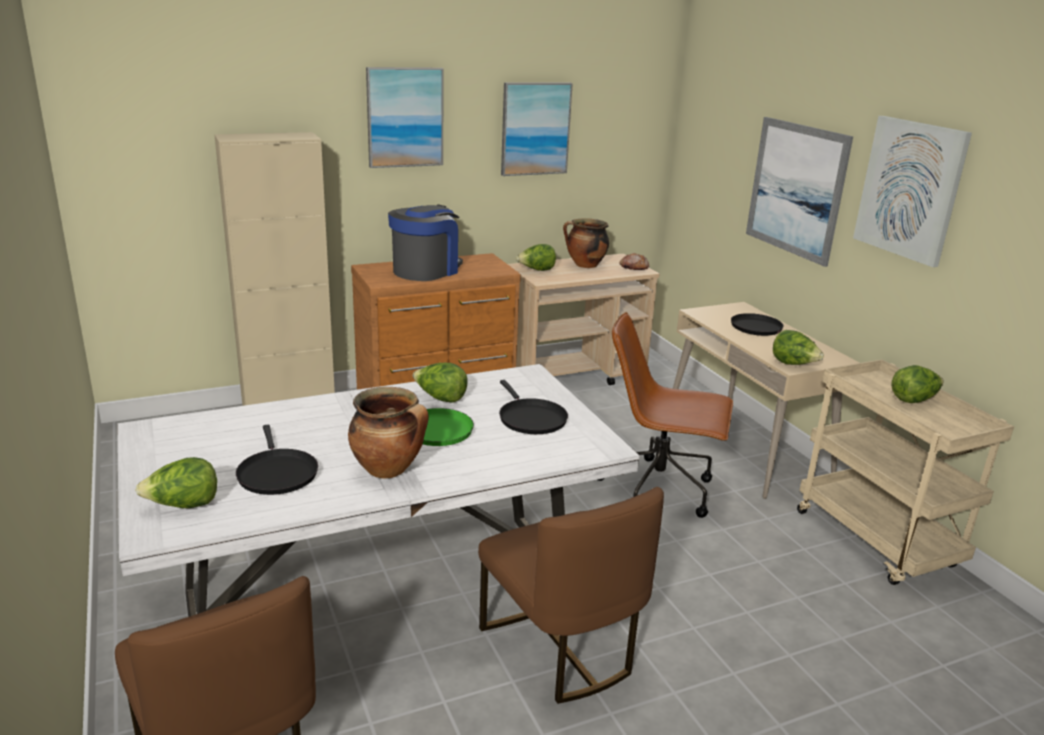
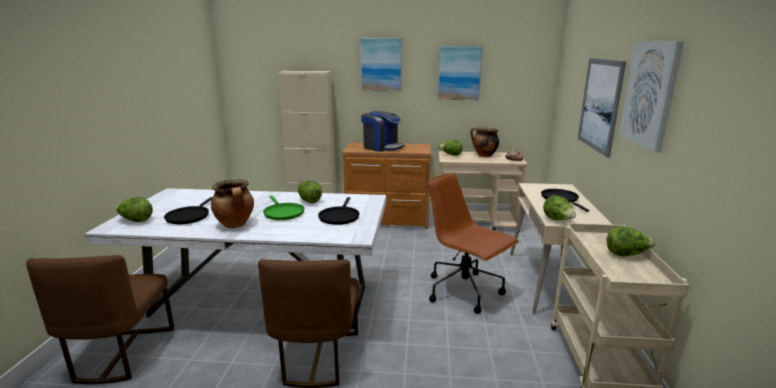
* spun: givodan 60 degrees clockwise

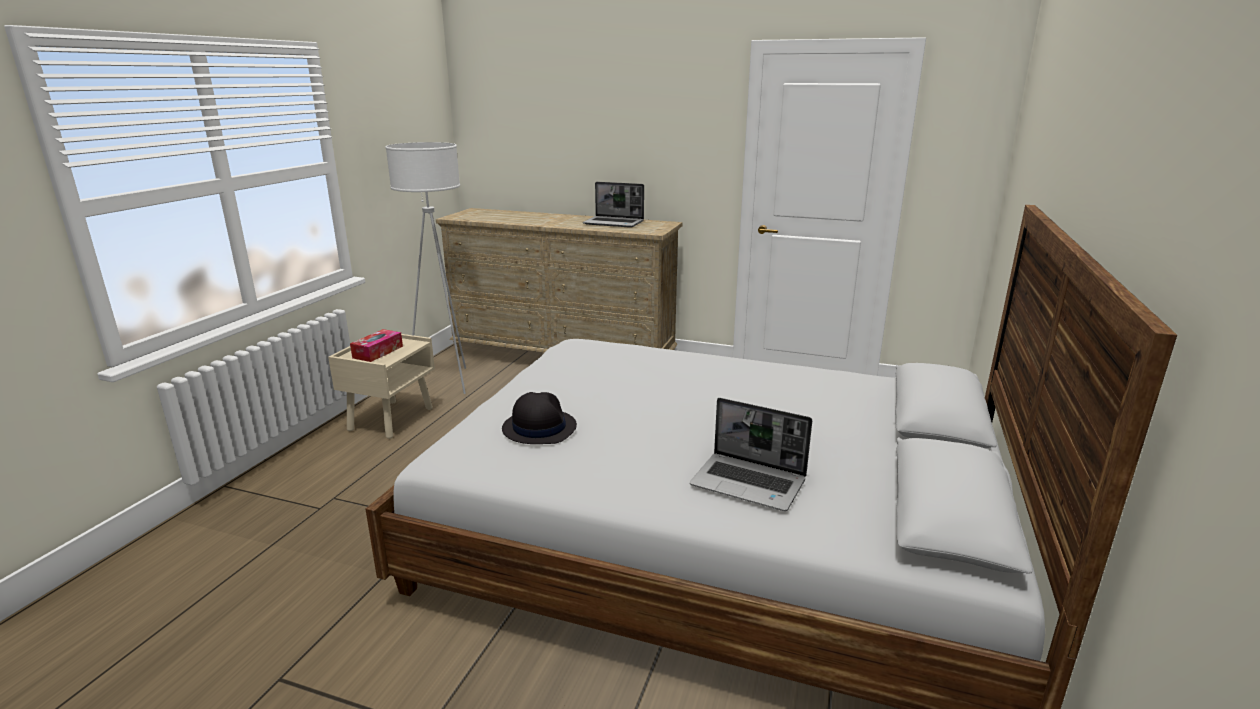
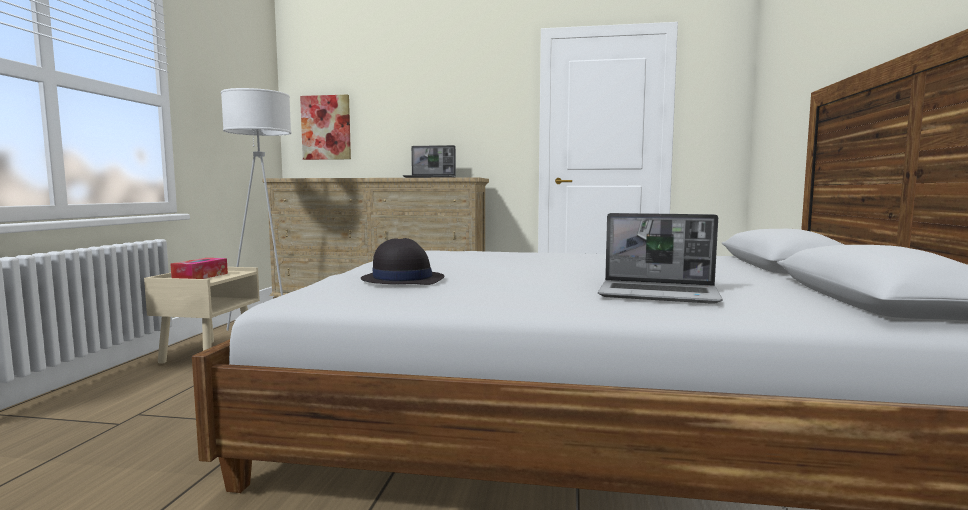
* appeared: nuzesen

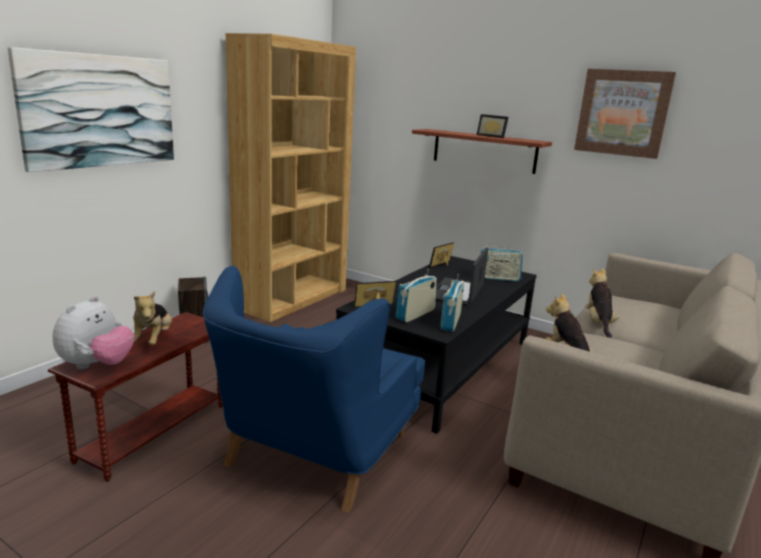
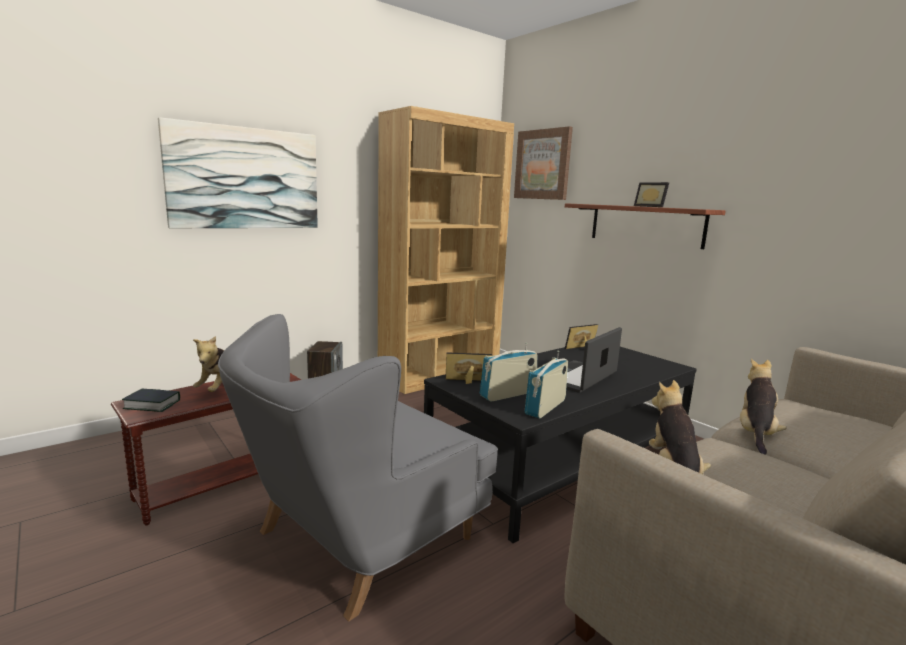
* exchanged: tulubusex (no. 1 from left) to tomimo
* colour: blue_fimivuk to grey_fimivuk
* missing: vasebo (no. 3 from left)
* relocated: nuzesen (no. 2 from left)

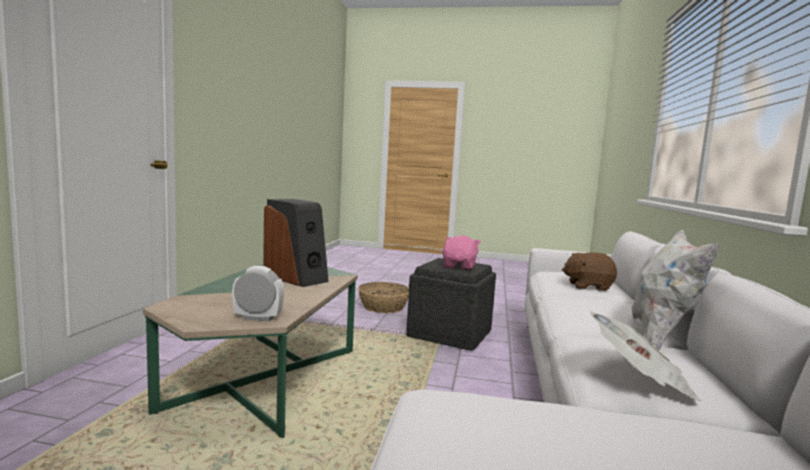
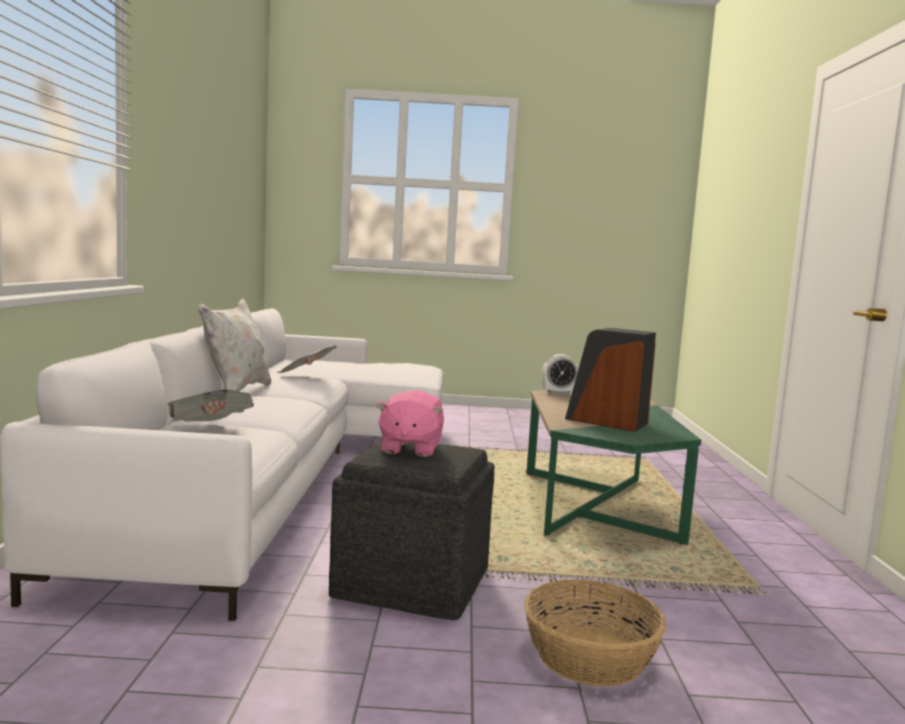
* exchanged: brown_tulubusex to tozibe (no. 1 from left)

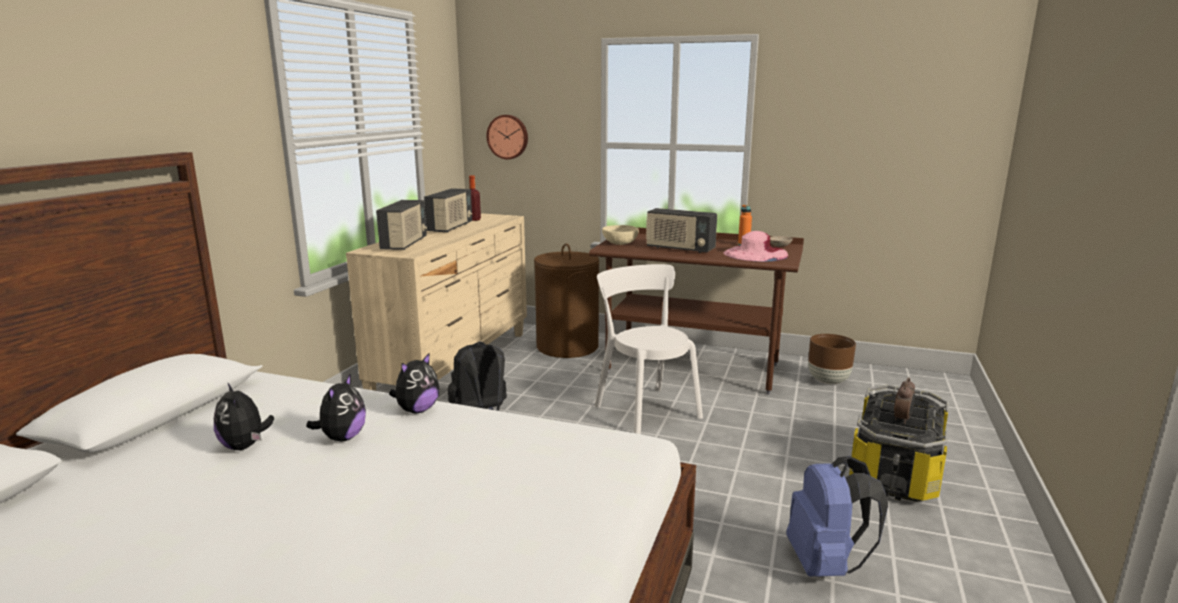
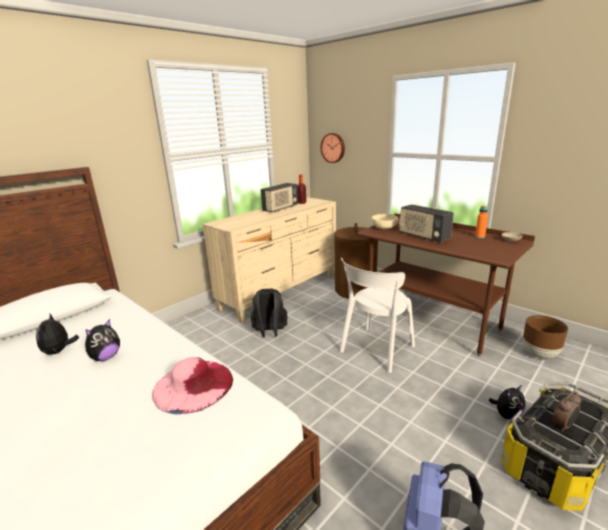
* missing: vasebo (no. 1 from left)
* relocated: tulubusex (no. 3 from left)
* spun: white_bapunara 135 degrees counterclockwise
* relocated: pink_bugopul

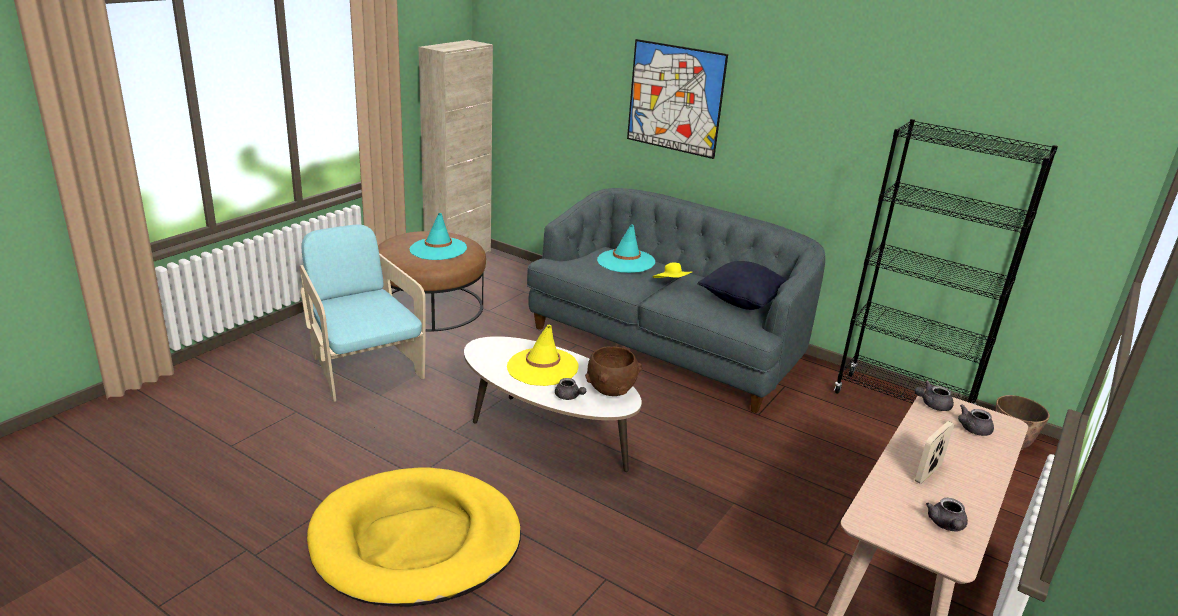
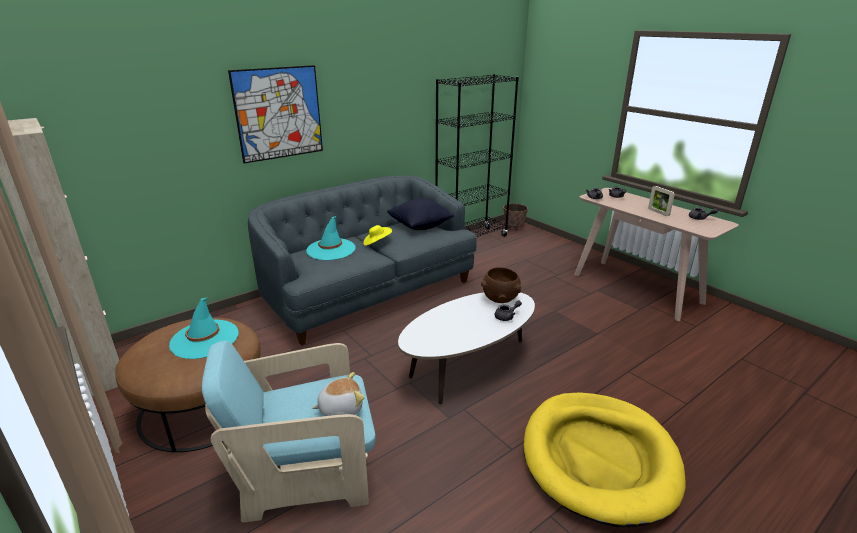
* missing: yellow_bugopul (no. 1 from left)
* appeared: tulubusex

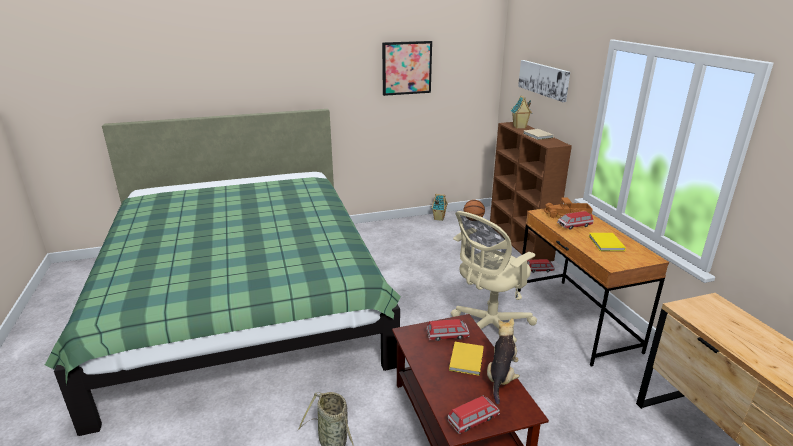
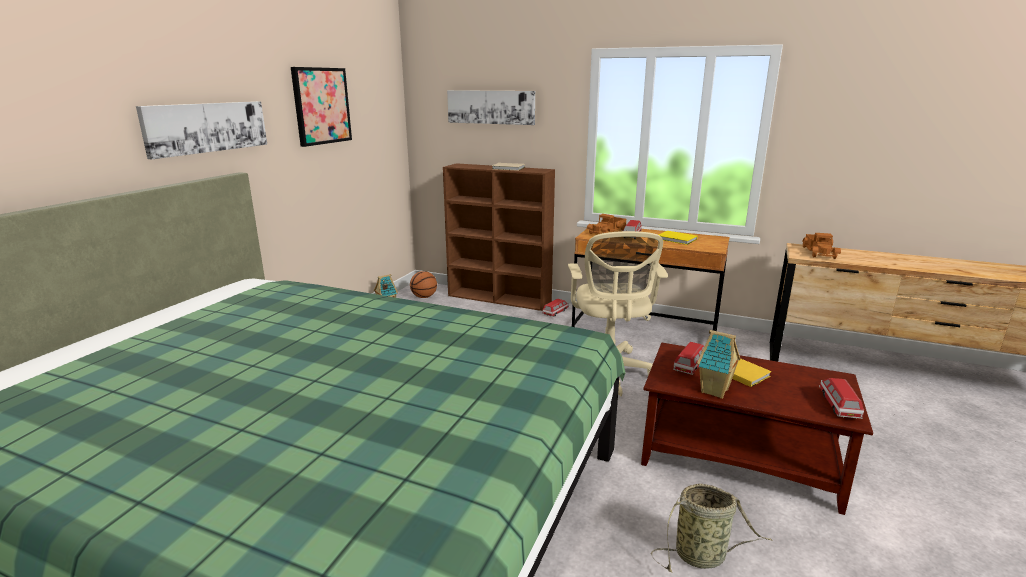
* missing: tulubusex
* relocated: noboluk (no. 2 from left)
* appeared: nuzesen (no. 1 from left)
* appeared: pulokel (no. 2 from left)

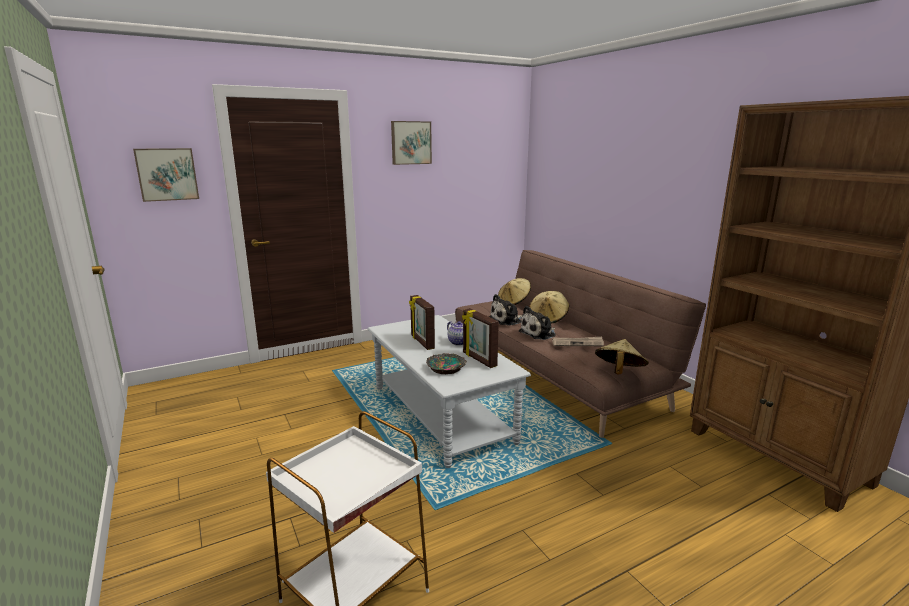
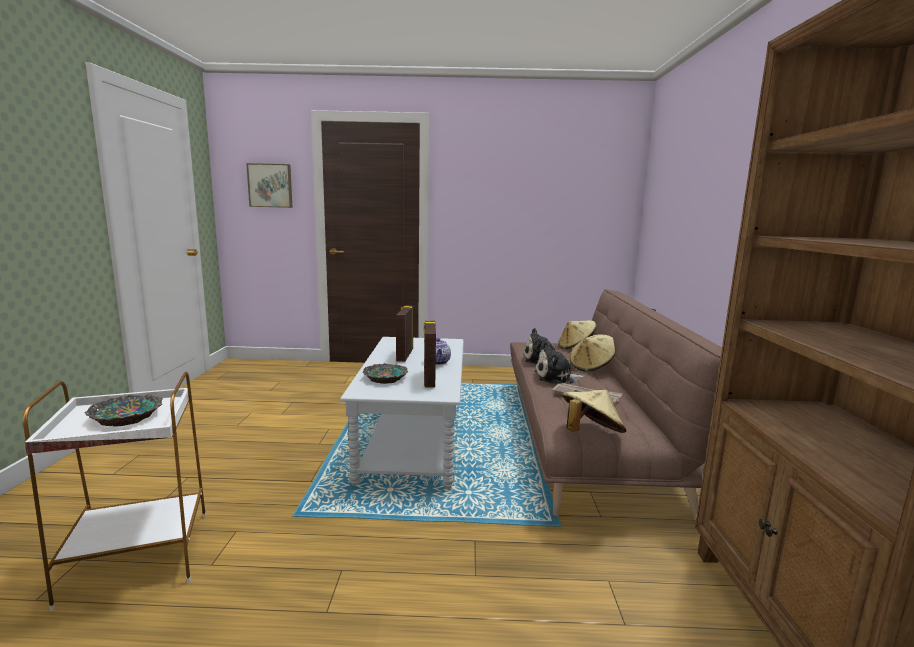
* missing: nuzesen (no. 2 from left)
* appeared: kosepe (no. 1 from left)

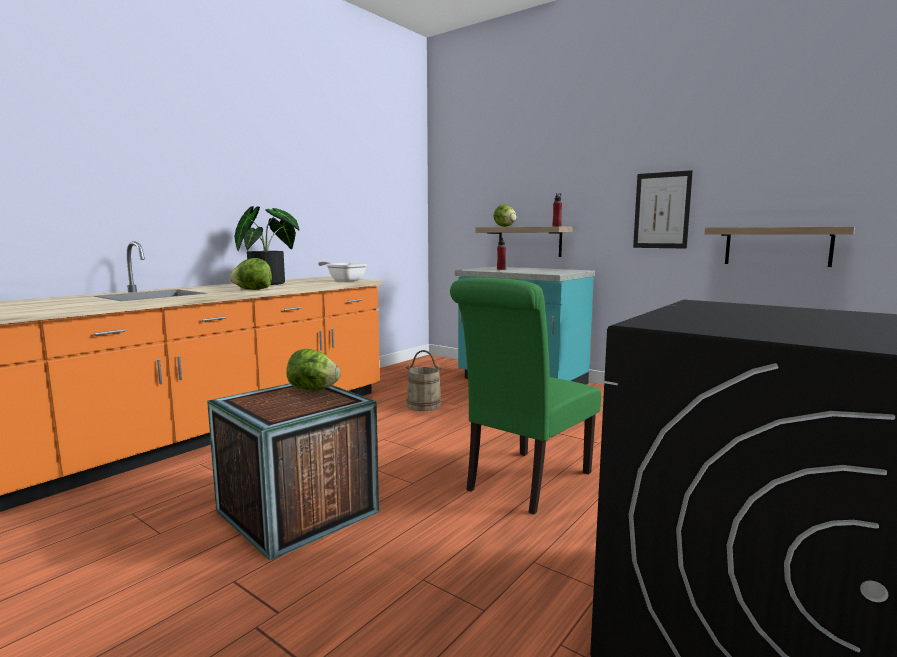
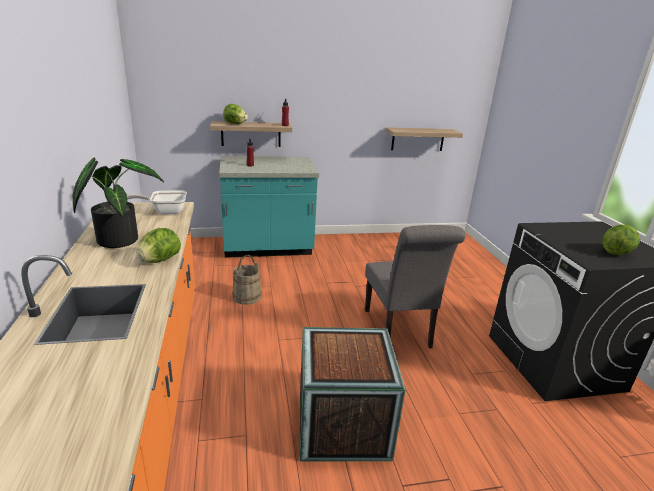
* relocated: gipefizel (no. 2 from left in the first image) to gipefizel (no. 3 from left)
* colour: green_bapunara to grey_bapunara
* missing: nuzesen

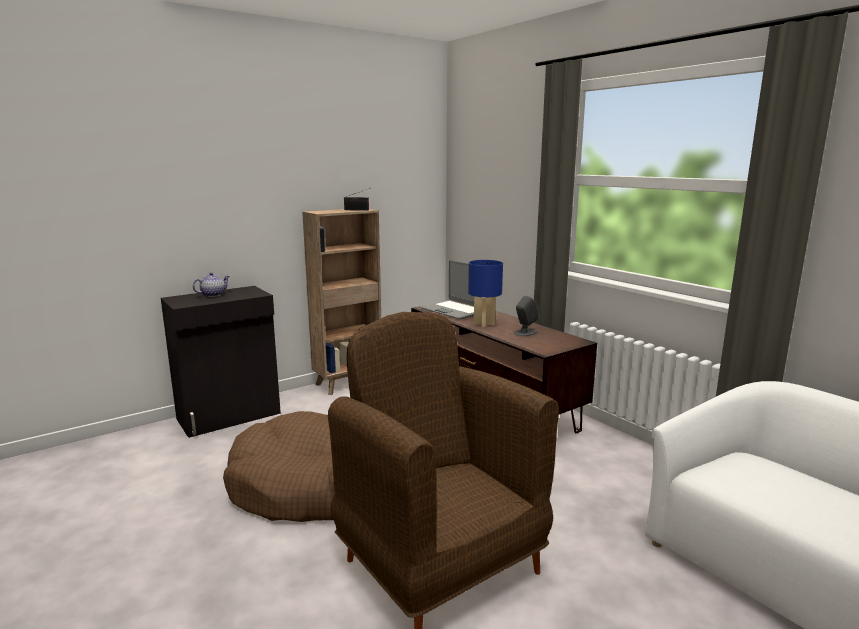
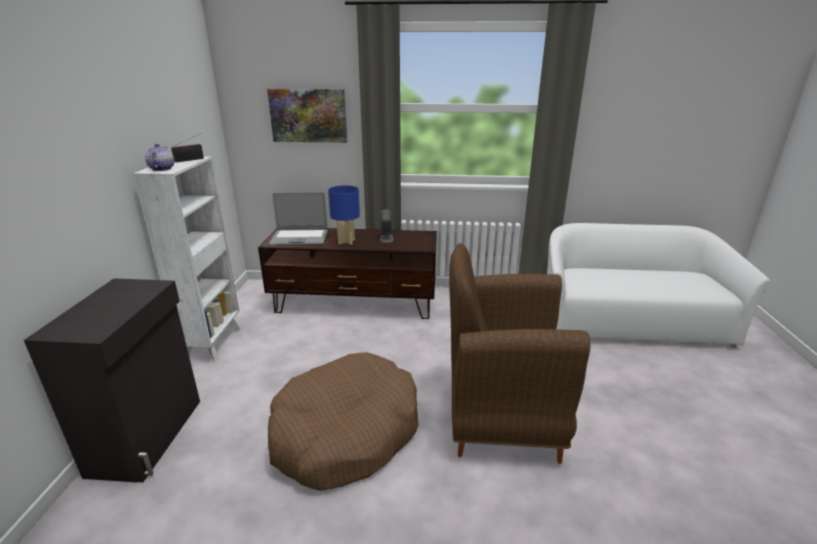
* relocated: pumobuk
* colour: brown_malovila to white_malovila
* appeared: nuzesen

